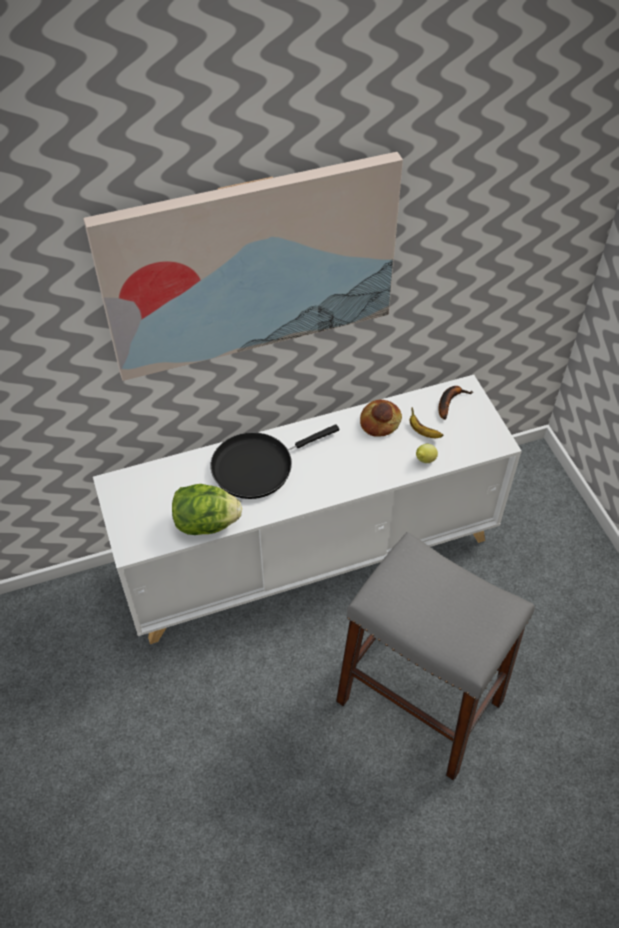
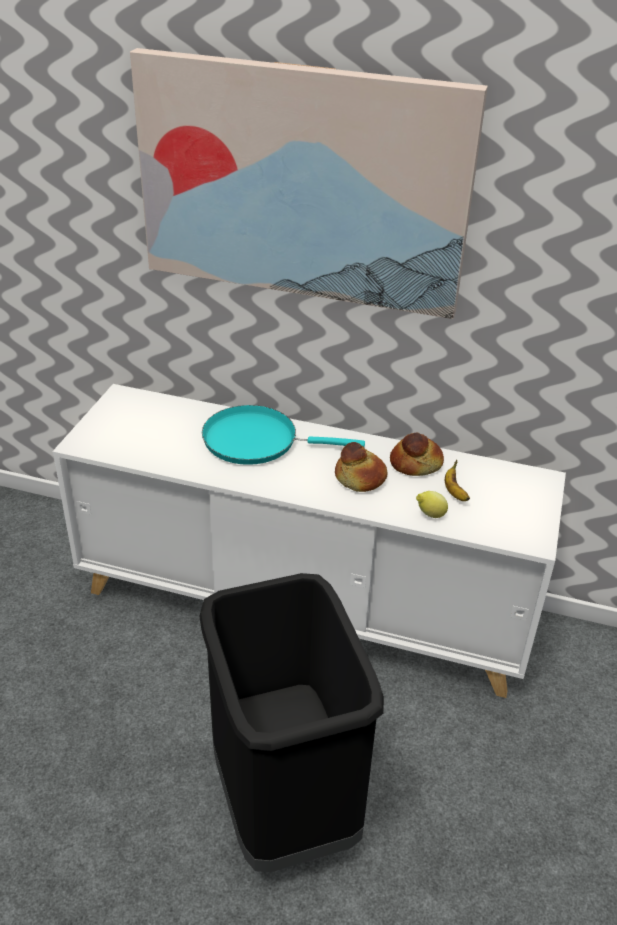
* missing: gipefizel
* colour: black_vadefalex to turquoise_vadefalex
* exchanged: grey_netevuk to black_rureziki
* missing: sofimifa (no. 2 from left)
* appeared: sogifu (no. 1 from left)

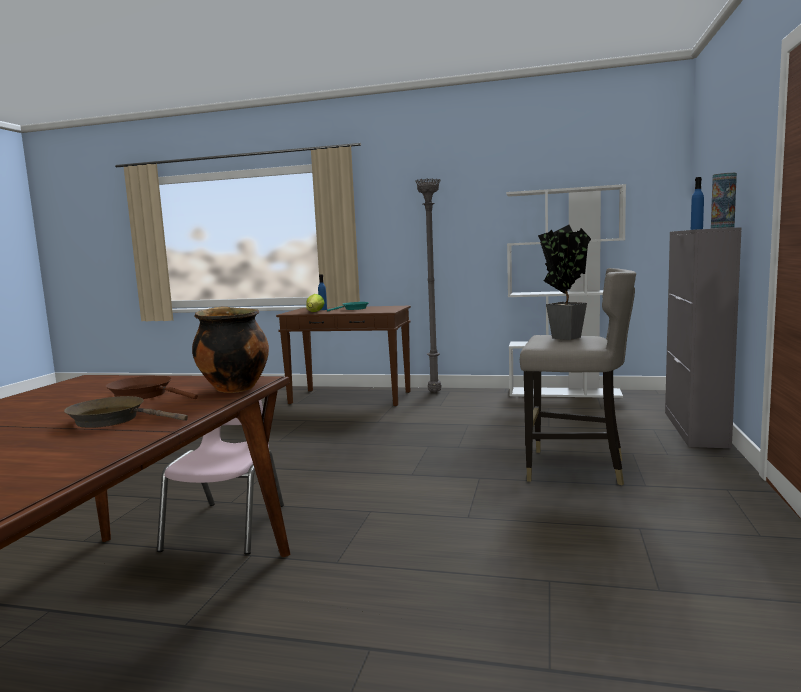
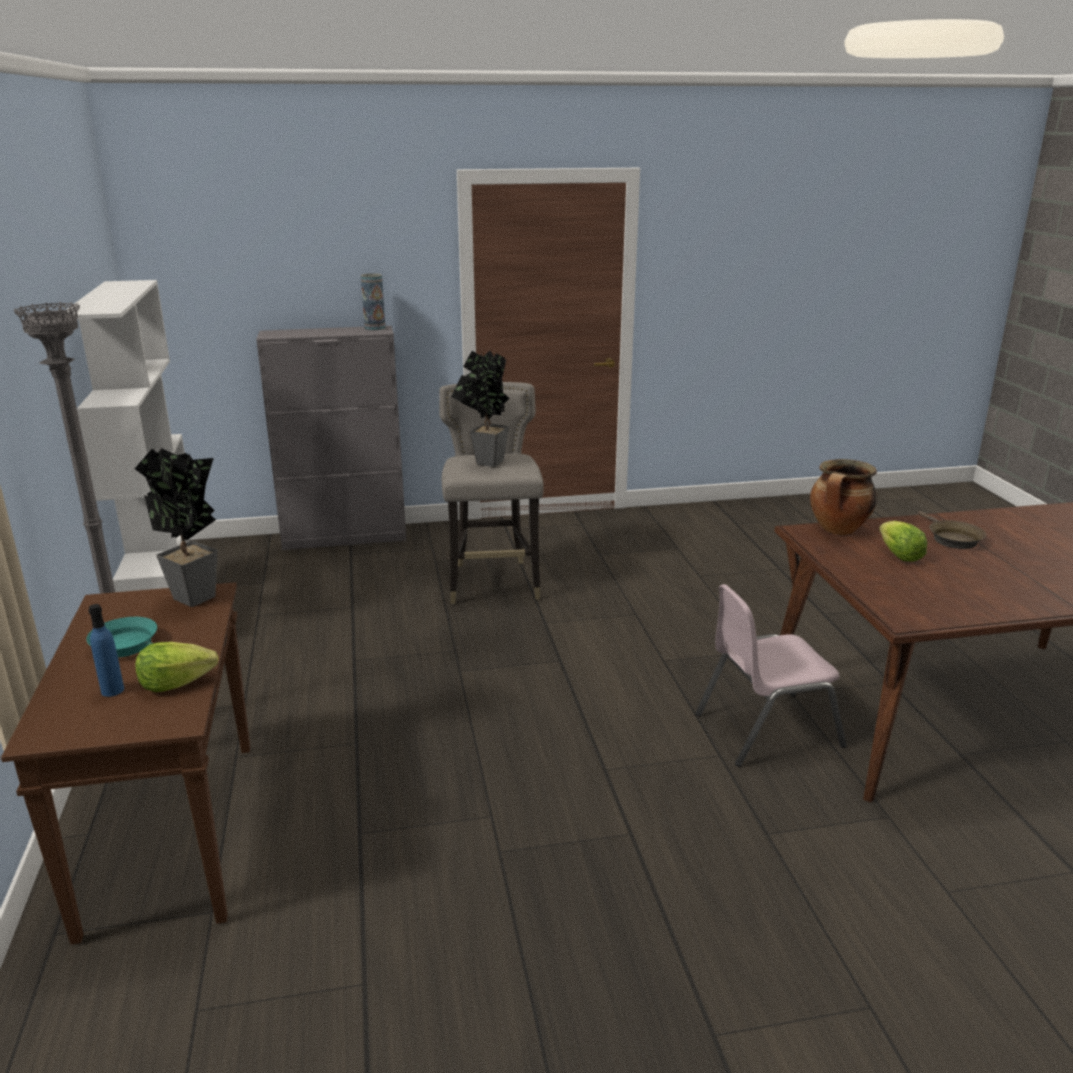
* exchanged: brown_vadefalex (no. 2 from left) to gipefizel (no. 2 from left)
* missing: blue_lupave (no. 2 from left)
* appeared: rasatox (no. 1 from left)

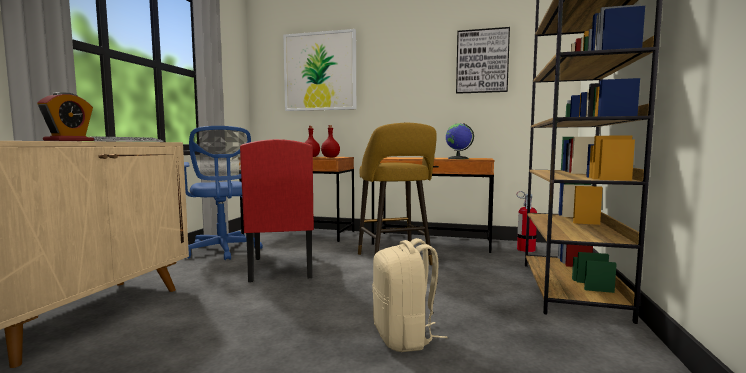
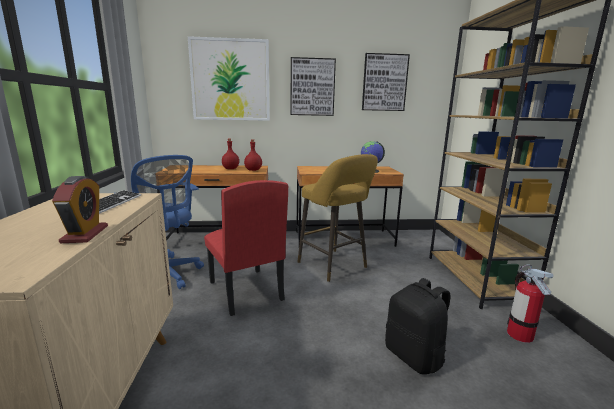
* colour: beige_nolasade to black_nolasade
* relocated: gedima
* appeared: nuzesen (no. 2 from left)

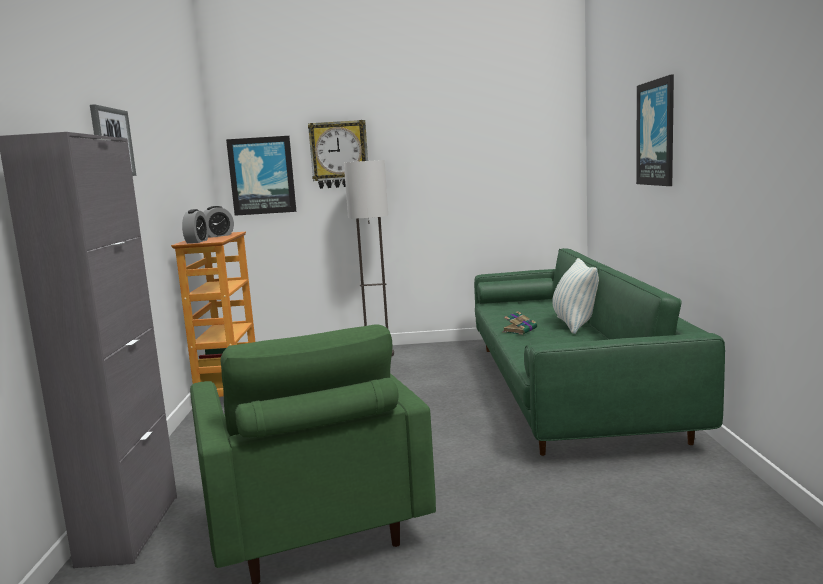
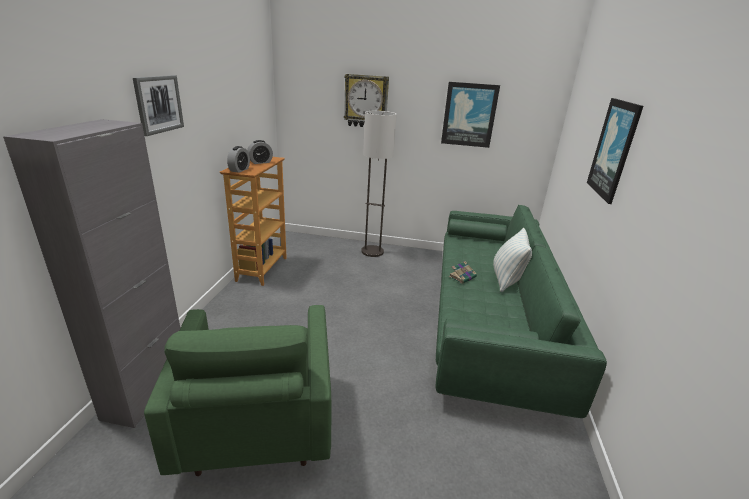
* relocated: nuzesen (no. 2 from left)

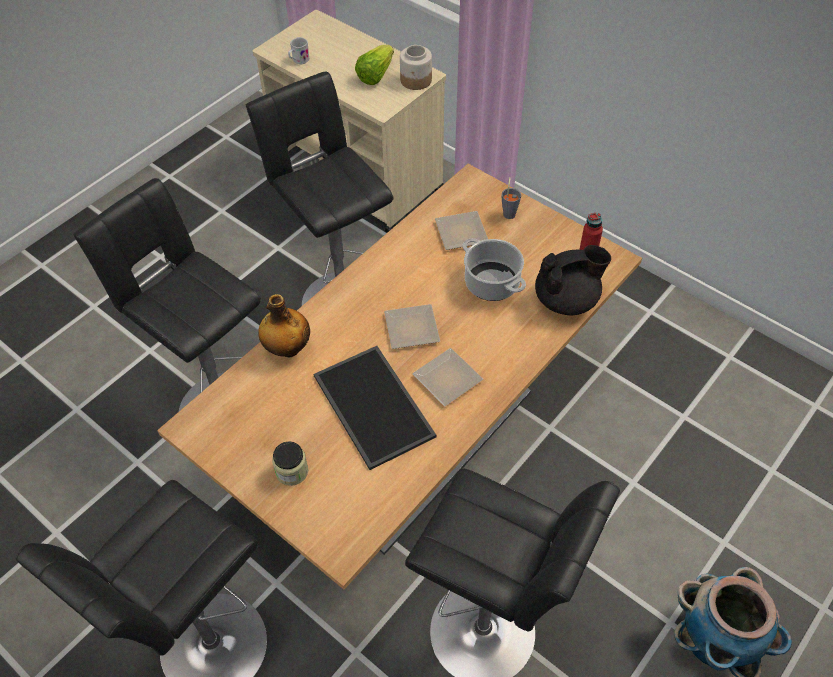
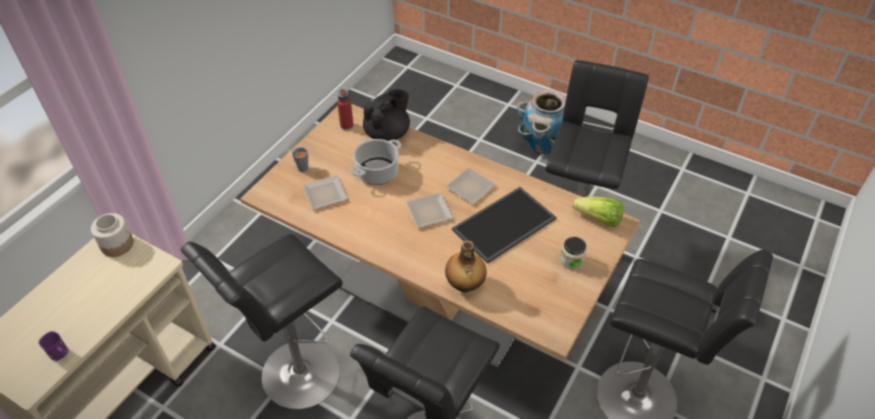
* colour: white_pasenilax to purple_pasenilax
* relocated: gipefizel
* spun: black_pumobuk 75 degrees clockwise

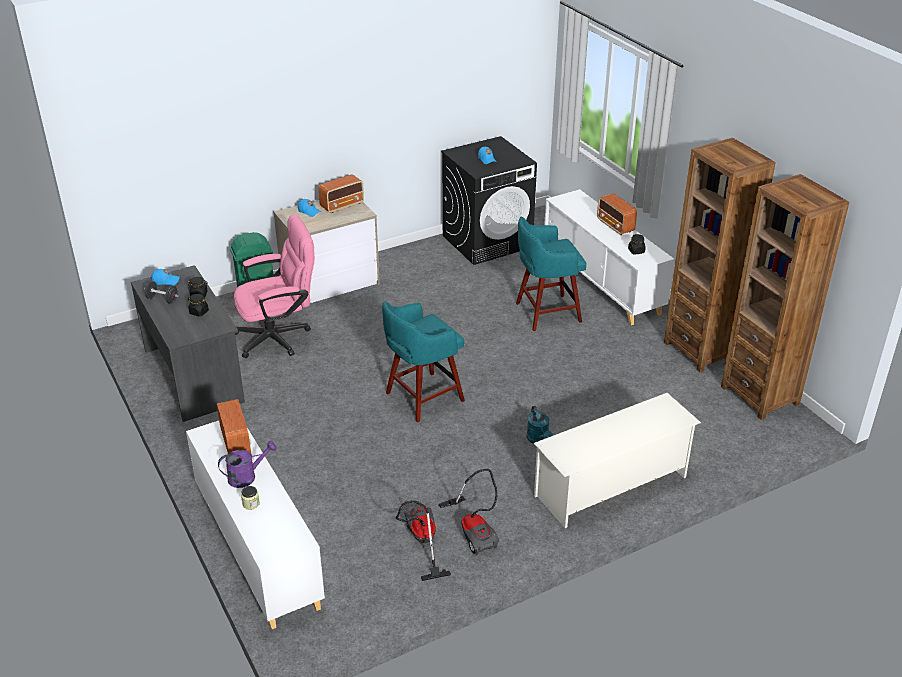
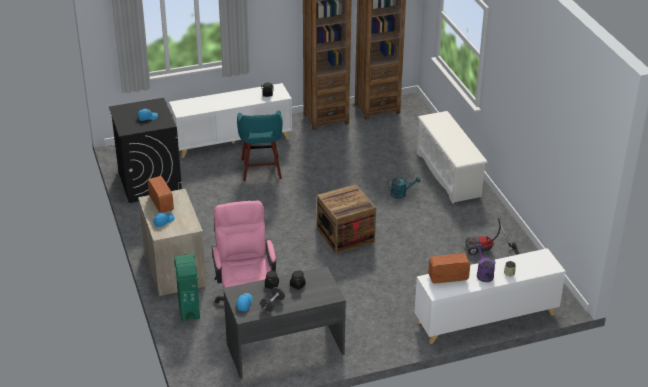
* exchanged: turquoise_netevuk (no. 1 from left) to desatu
* missing: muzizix (no. 2 from left)
* missing: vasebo (no. 3 from left)

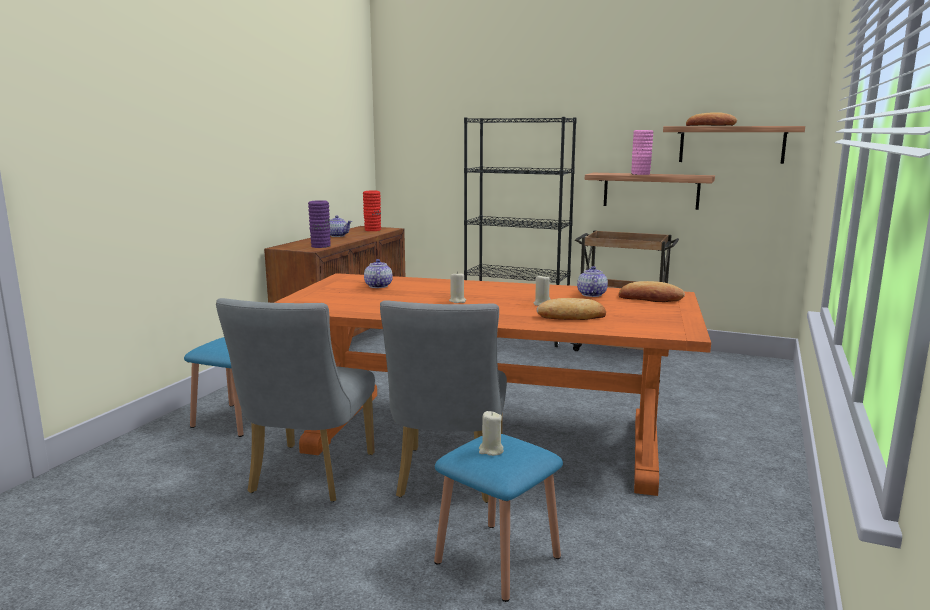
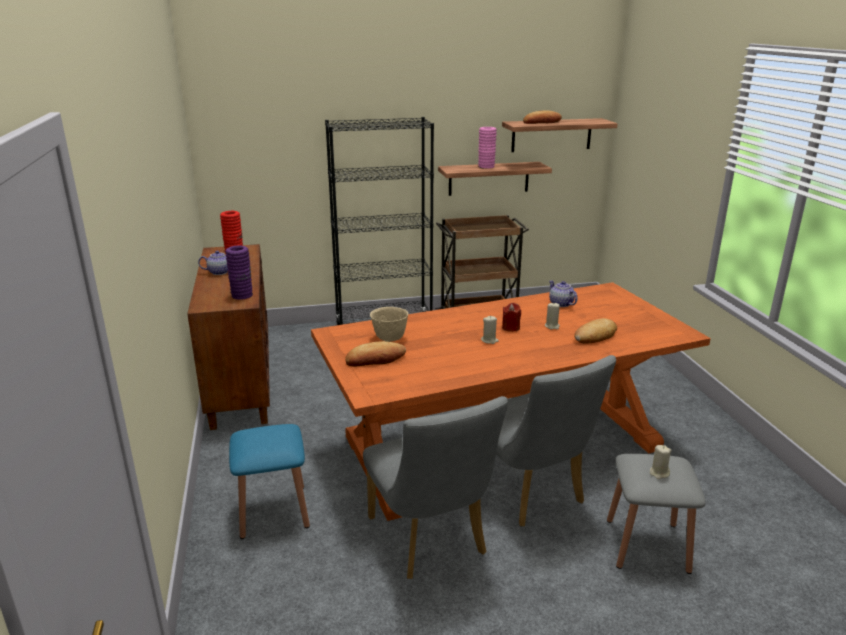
* exchanged: pumobuk (no. 2 from left) to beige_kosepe
* colour: blue_netevuk (no. 2 from left) to grey_netevuk
* relocated: sogifu (no. 2 from left in the first image) to sogifu (no. 1 from left)
* appeared: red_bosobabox

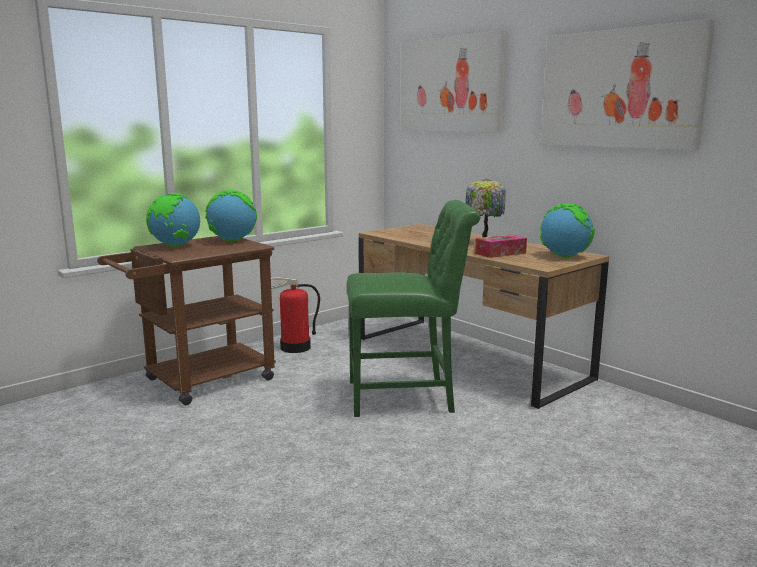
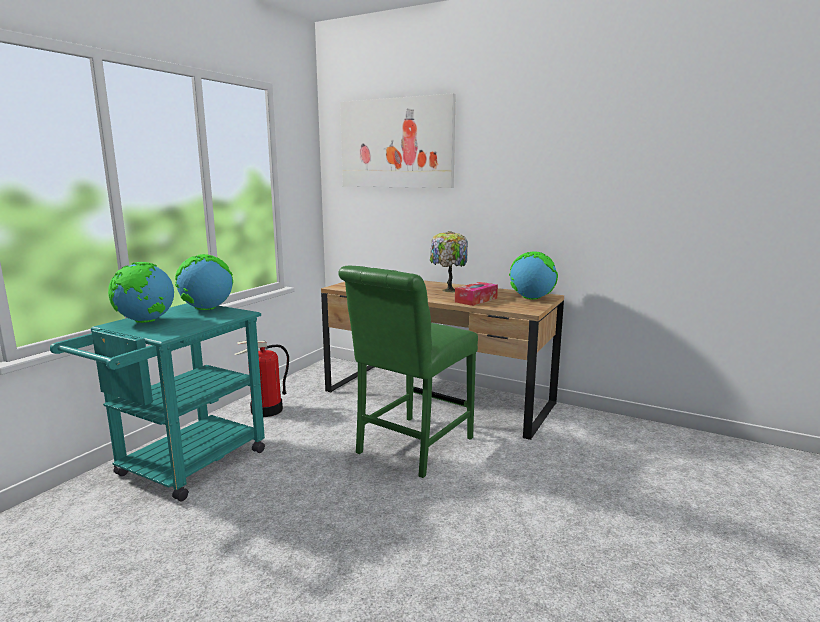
* colour: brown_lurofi to turquoise_lurofi
* spun: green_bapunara 150 degrees clockwise
* missing: nuzesen (no. 2 from left)

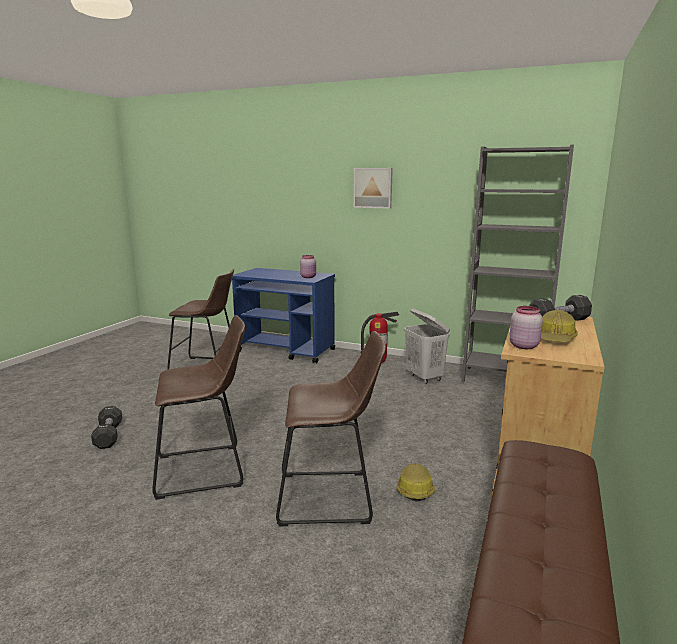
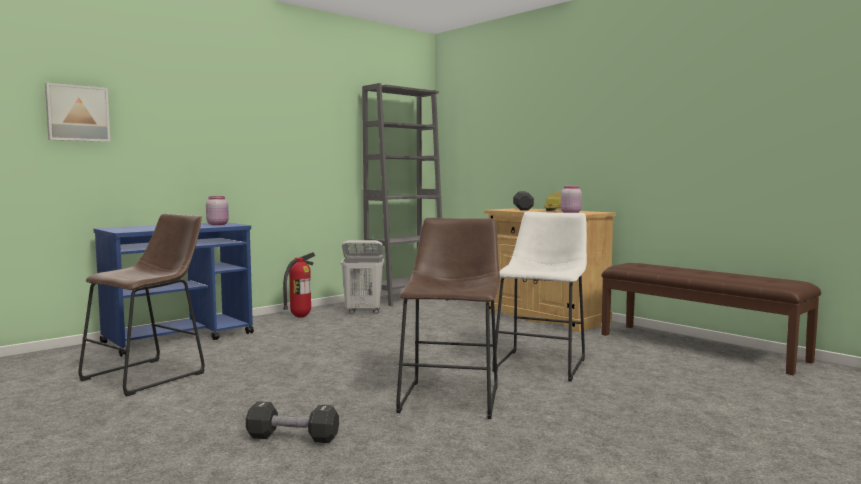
* colour: brown_netevuk (no. 3 from left) to white_netevuk
* relocated: nuzesen
* missing: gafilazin (no. 1 from left)

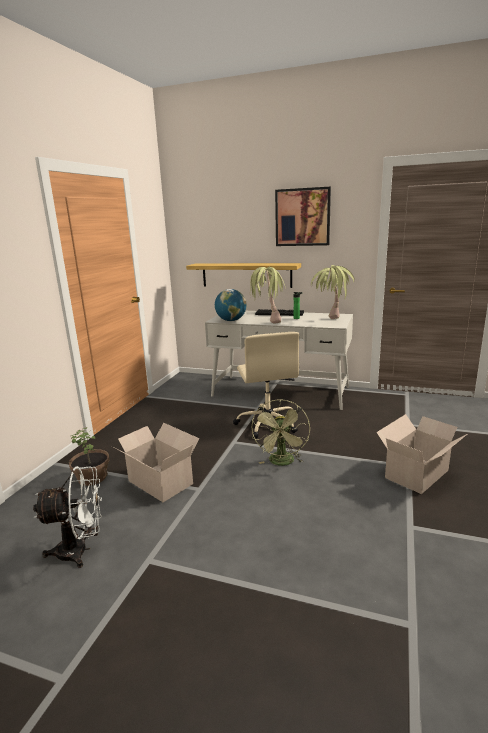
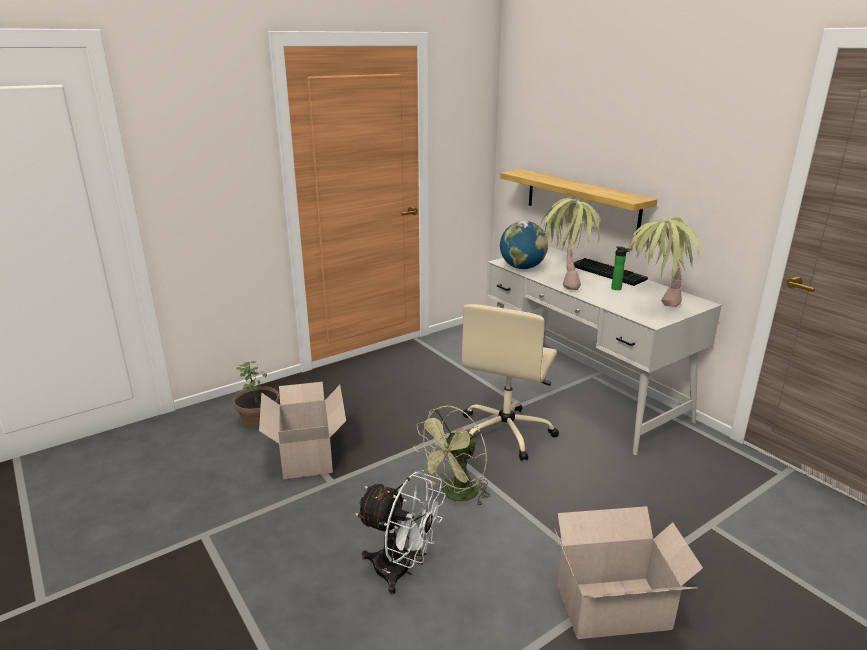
* relocated: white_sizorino
* missing: nuzesen

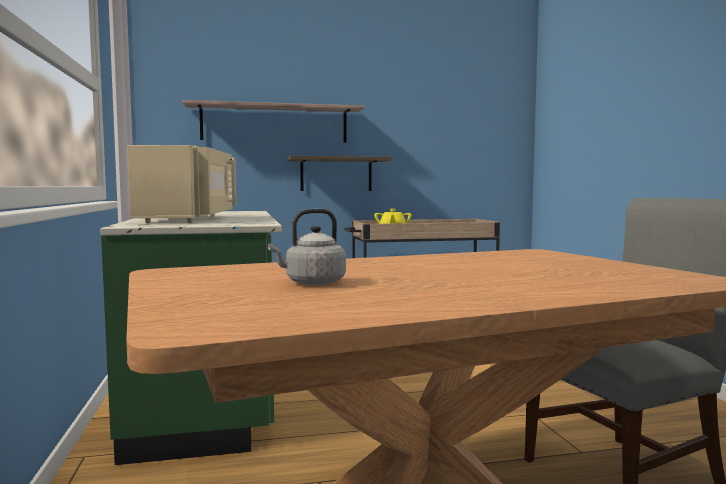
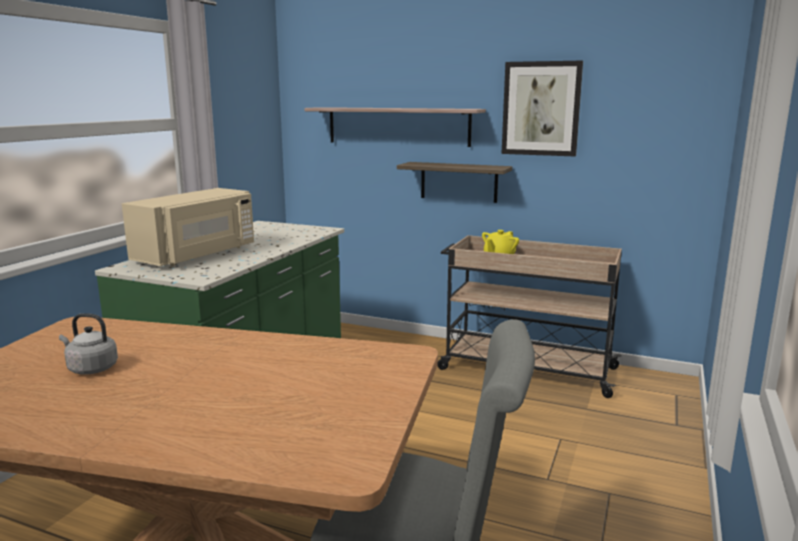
* appeared: nuzesen

